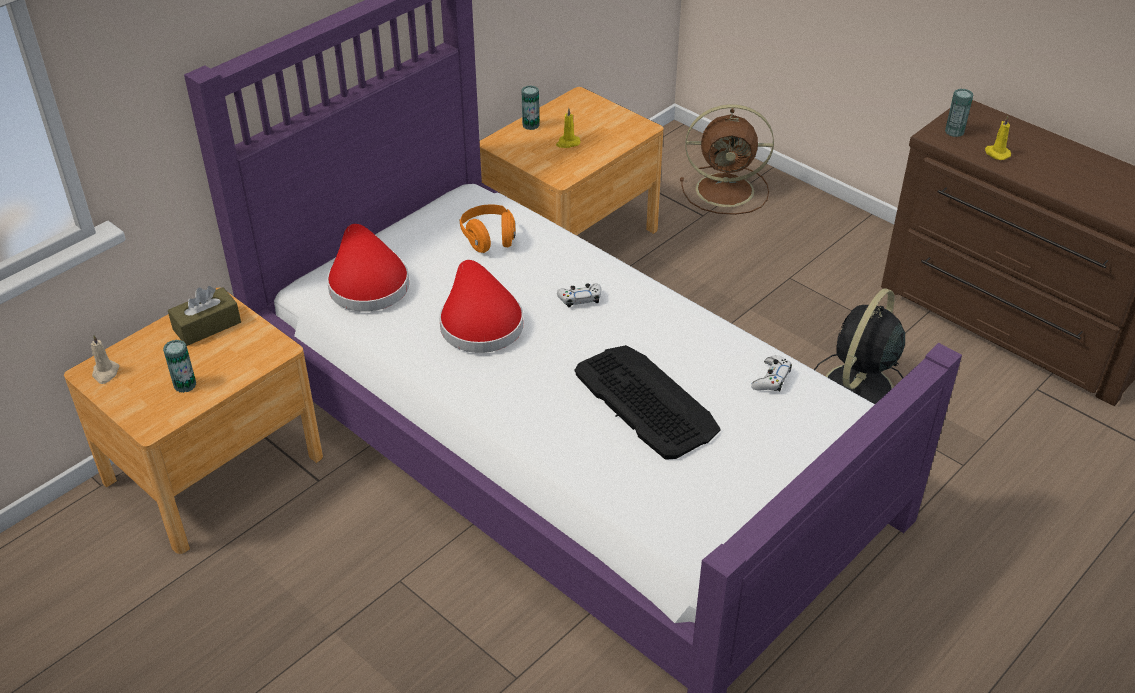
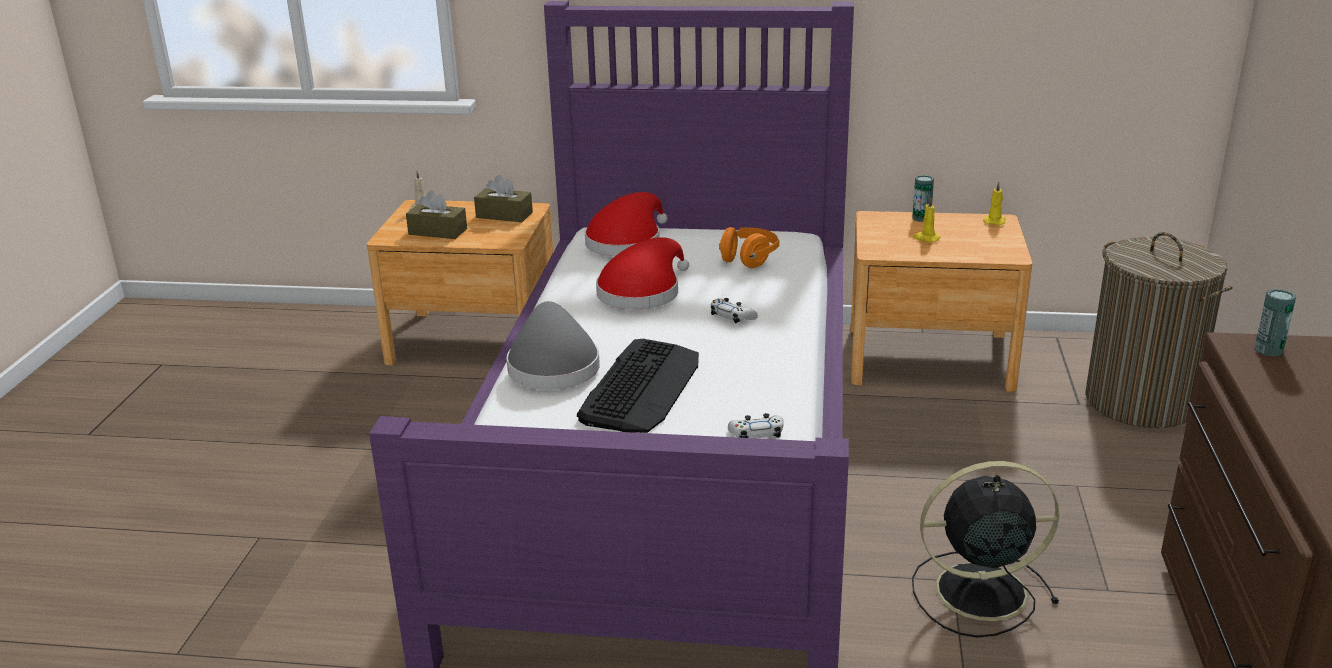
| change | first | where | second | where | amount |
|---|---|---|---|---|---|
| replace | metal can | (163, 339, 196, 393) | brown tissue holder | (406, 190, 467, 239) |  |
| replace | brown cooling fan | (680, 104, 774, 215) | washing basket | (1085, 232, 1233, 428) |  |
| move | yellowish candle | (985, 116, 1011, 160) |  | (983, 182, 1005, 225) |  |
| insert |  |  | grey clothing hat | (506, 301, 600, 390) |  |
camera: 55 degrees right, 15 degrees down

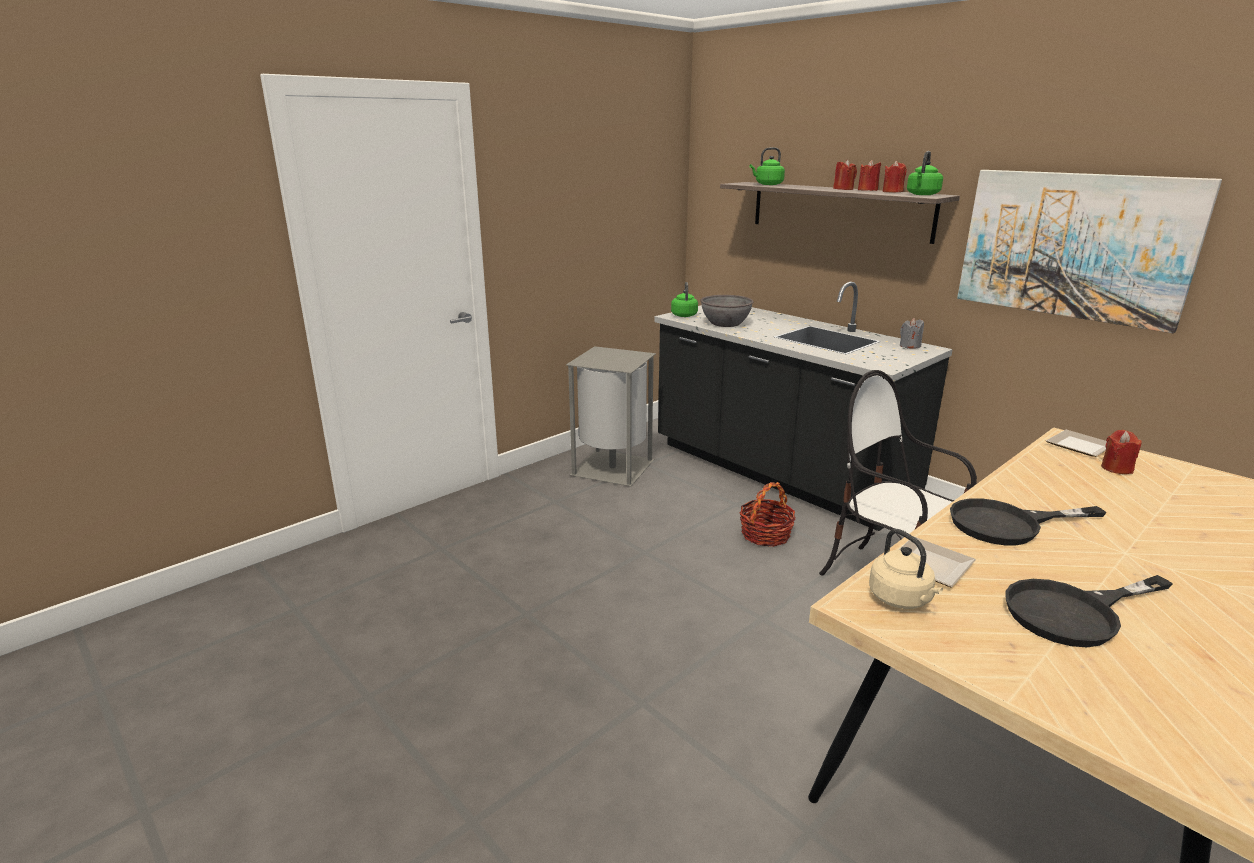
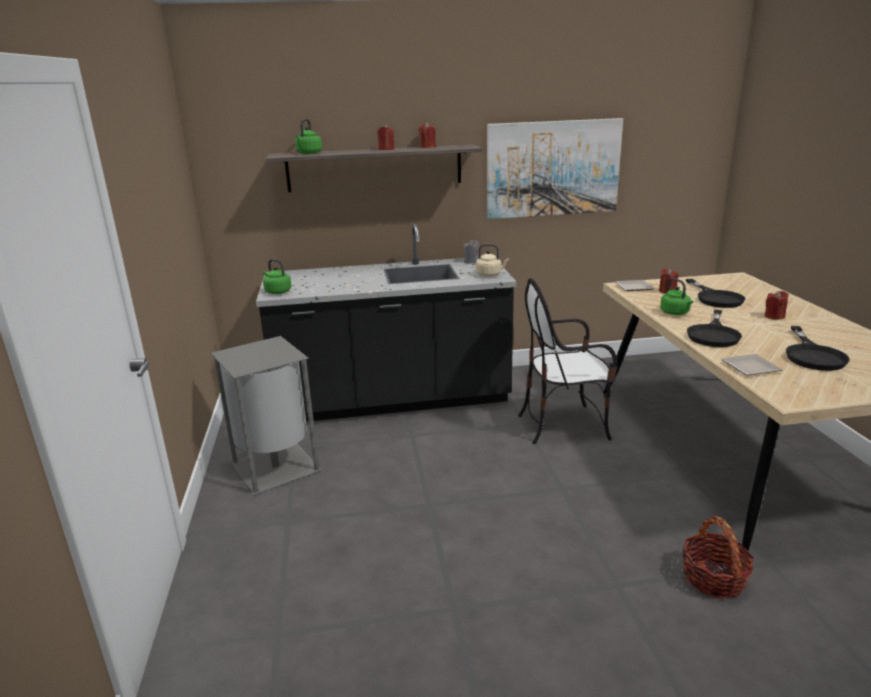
| change | first | where | second | where | amount |
|---|---|---|---|---|---|
| delete | grey deep dish | (701, 295, 753, 327) |  |  |  |
| move | basket | (740, 482, 795, 547) |  | (682, 516, 754, 599) |  |
| move | red candle | (858, 160, 881, 191) |  | (765, 290, 788, 320) |  |
| move | sand-coloured kettle | (869, 529, 943, 609) |  | (476, 244, 509, 277) |  |
| move | green kettle | (907, 151, 943, 195) |  | (660, 278, 693, 315) |  |
| insert |  |  | black-coloured skillet | (686, 279, 745, 308) |  |
camera: 55 degrees left, 0 degrees up

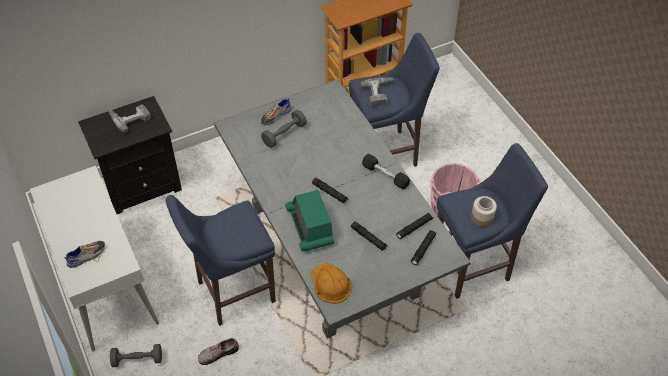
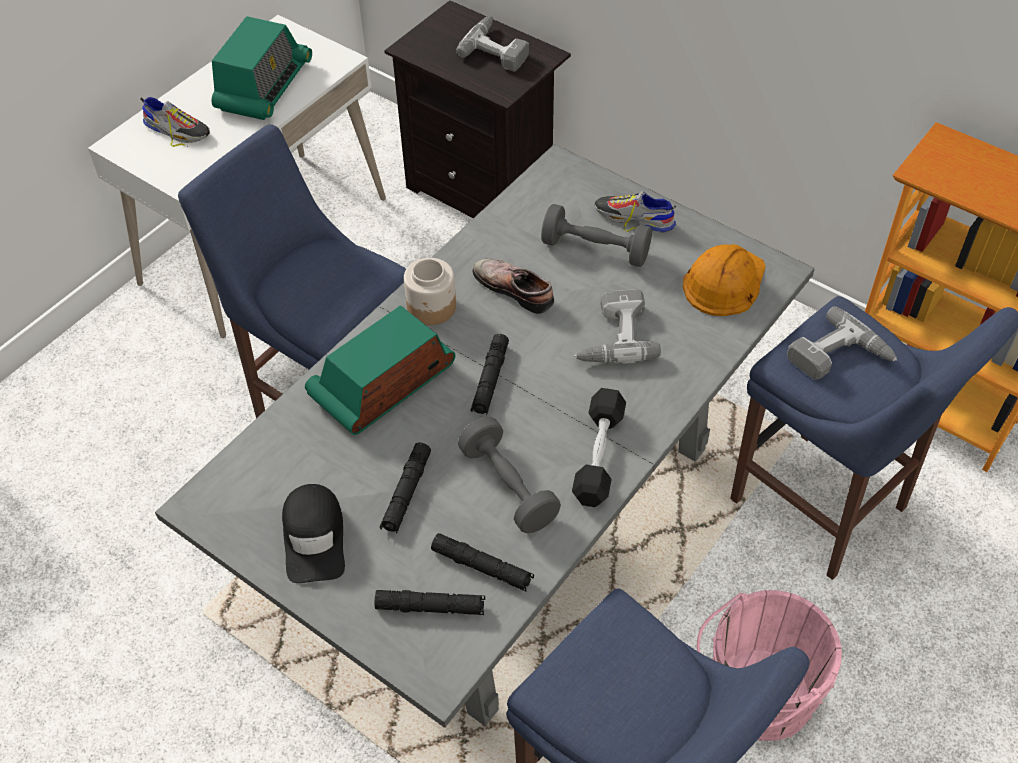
| change | first | where | second | where | amount |
|---|---|---|---|---|---|
| move | grey free weight | (110, 344, 162, 367) |  | (458, 417, 561, 533) |  |
| move | low shoe | (198, 338, 239, 365) |  | (473, 258, 554, 314) |  |
| move | orangey work helmet | (310, 263, 352, 304) |  | (683, 244, 766, 316) |  |
| move | preserve jar | (471, 196, 497, 227) |  | (404, 258, 456, 325) |  |
| insert |  |  | radio | (212, 16, 312, 120) |  |
| insert |  |  | black-coloured baseball cap | (282, 484, 345, 583) |  |
| insert |  |  | power drill | (574, 289, 661, 364) |  |
camera: 65 degrees right, 0 degrees up

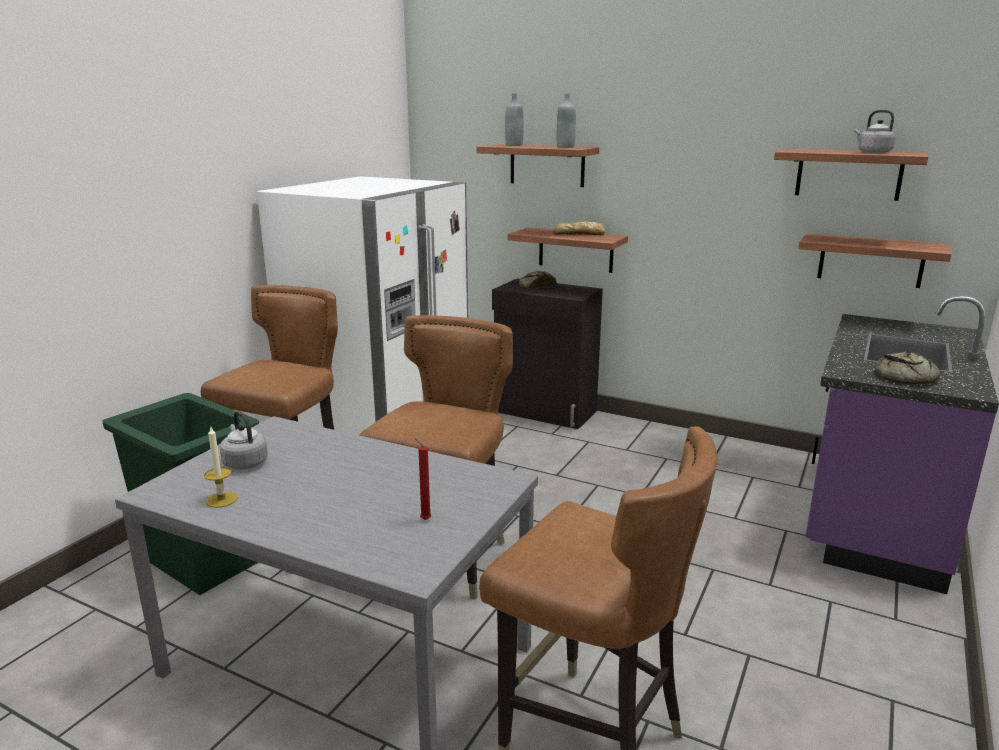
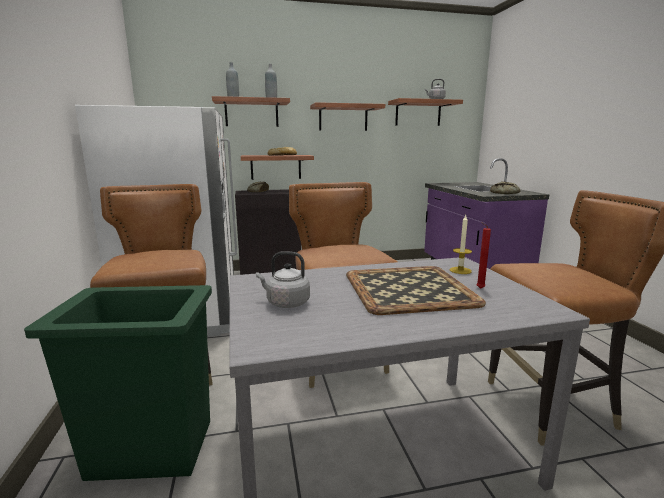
| change | first | where | second | where | amount |
|---|---|---|---|---|---|
| move | candle | (204, 427, 238, 508) |  | (450, 215, 472, 274) |  |
| move | shelf | (798, 233, 951, 288) |  | (310, 102, 385, 131) |  |
| insert |  |  | carrying tray | (346, 266, 486, 315) |  |
camera: 40 degrees left, 5 degrees down

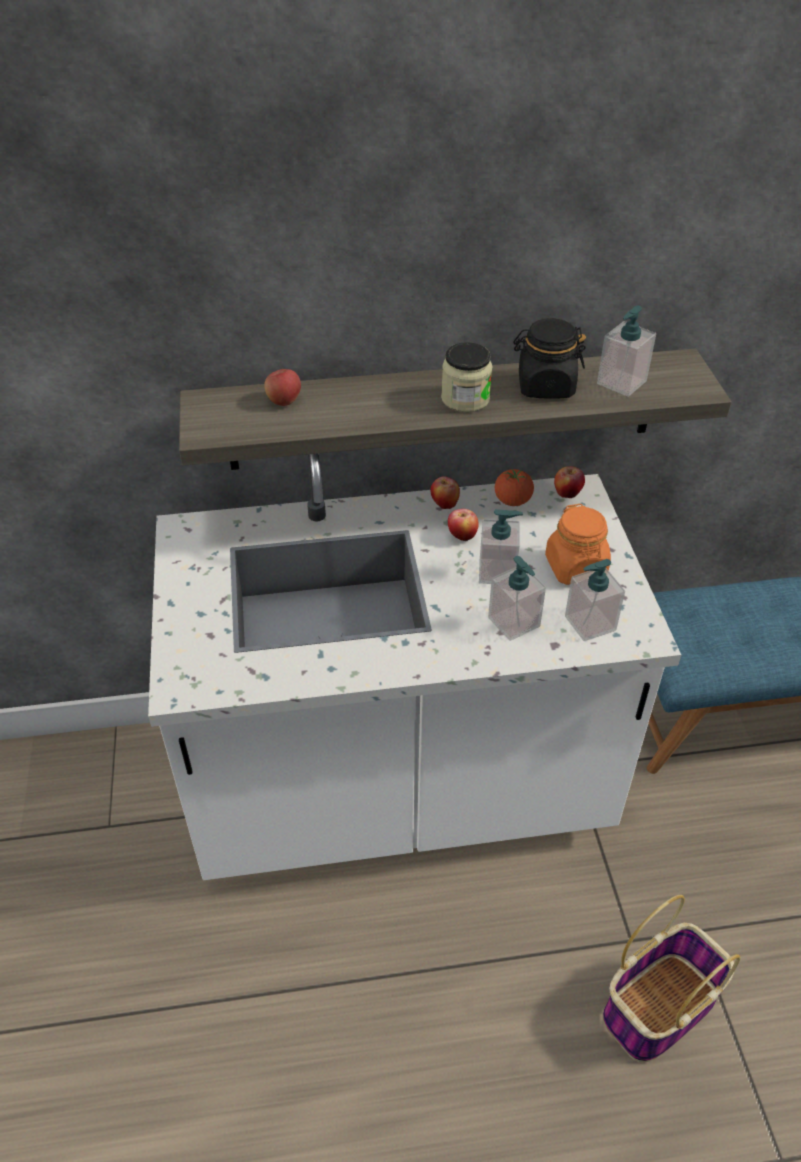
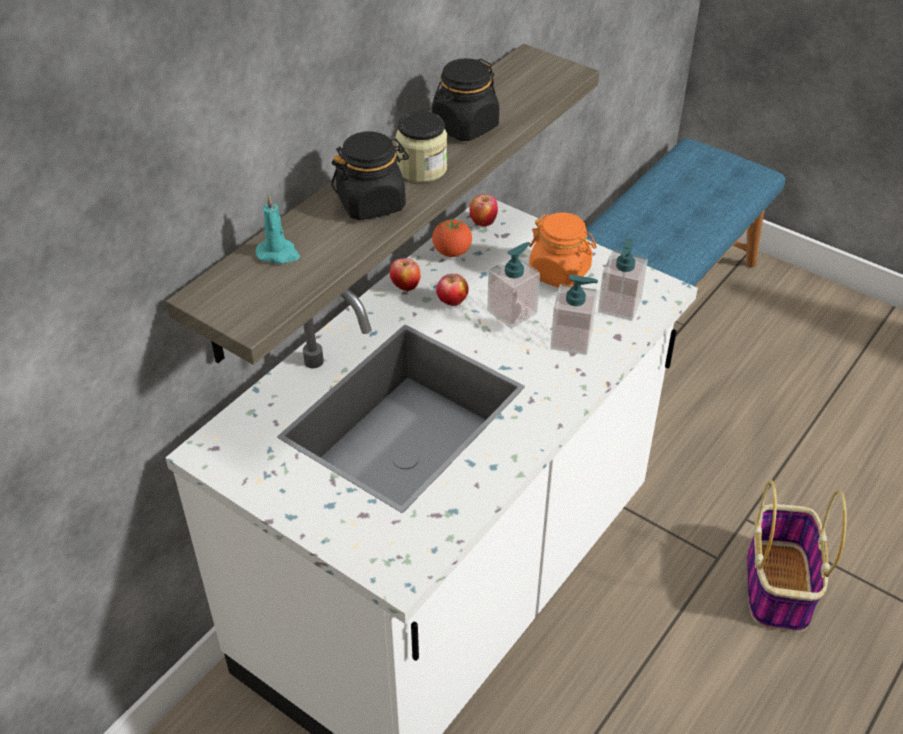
| change | first | where | second | where | amount |
|---|---|---|---|---|---|
| replace | whole apple | (264, 369, 301, 406) | turquoise-coloured candle | (256, 195, 300, 264) |  |
| delete | soap dispenser | (597, 306, 656, 397) |  |  |  |
| insert |  |  | black-coloured preserve jar | (331, 131, 409, 220) |  |
camera: 45 degrees left, 0 degrees up

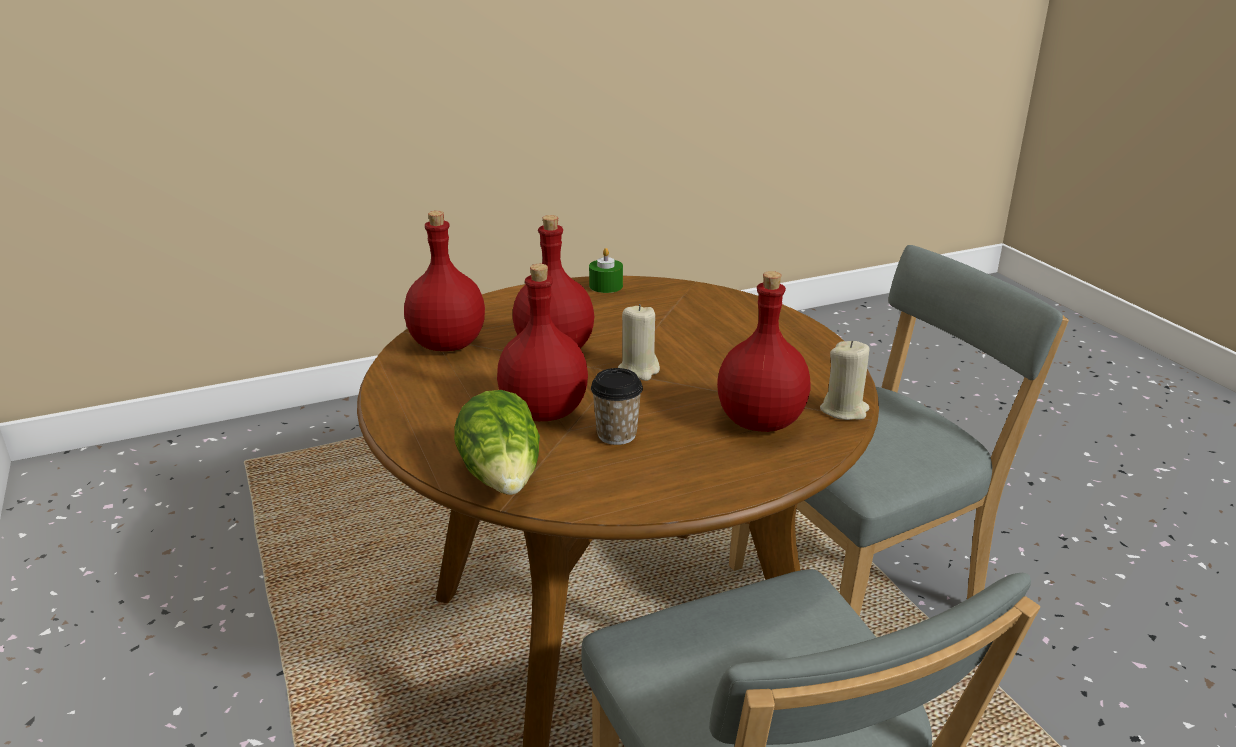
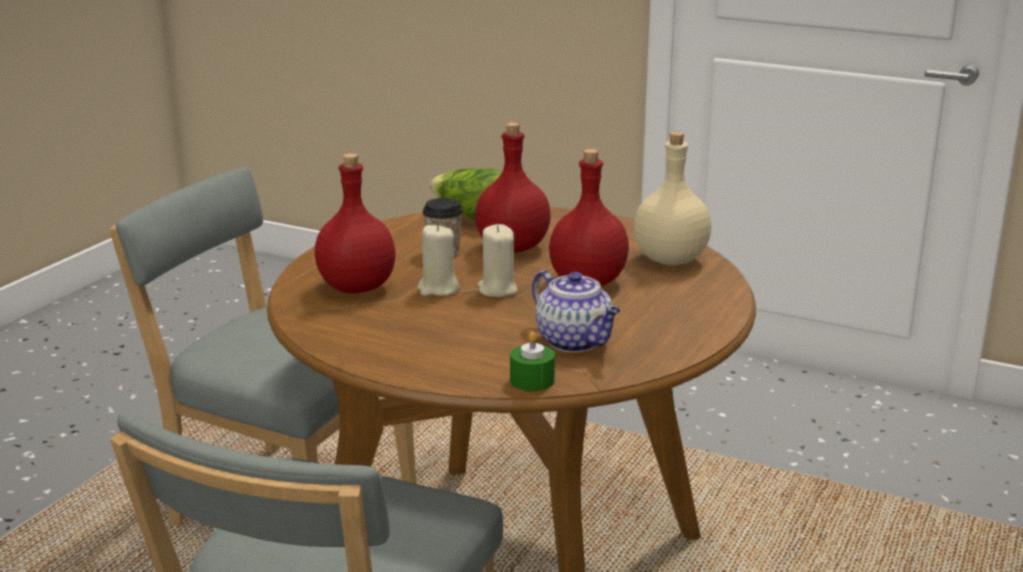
| change | first | where | second | where | amount |
|---|---|---|---|---|---|
| recolor | red bottle | (404, 211, 485, 351) | sand-coloured bottle | (633, 132, 711, 265) |  |
| move | green candle | (589, 248, 623, 293) |  | (510, 332, 555, 391) |  |
| move | sand-coloured candle | (820, 341, 870, 420) |  | (417, 224, 460, 296) |  |
| insert |  |  | teapot | (532, 270, 621, 352) |  |
camera: 140 degrees right, 5 degrees down

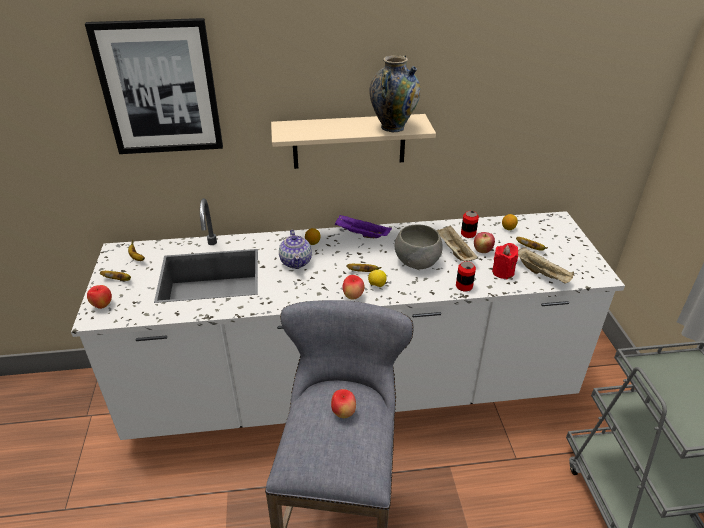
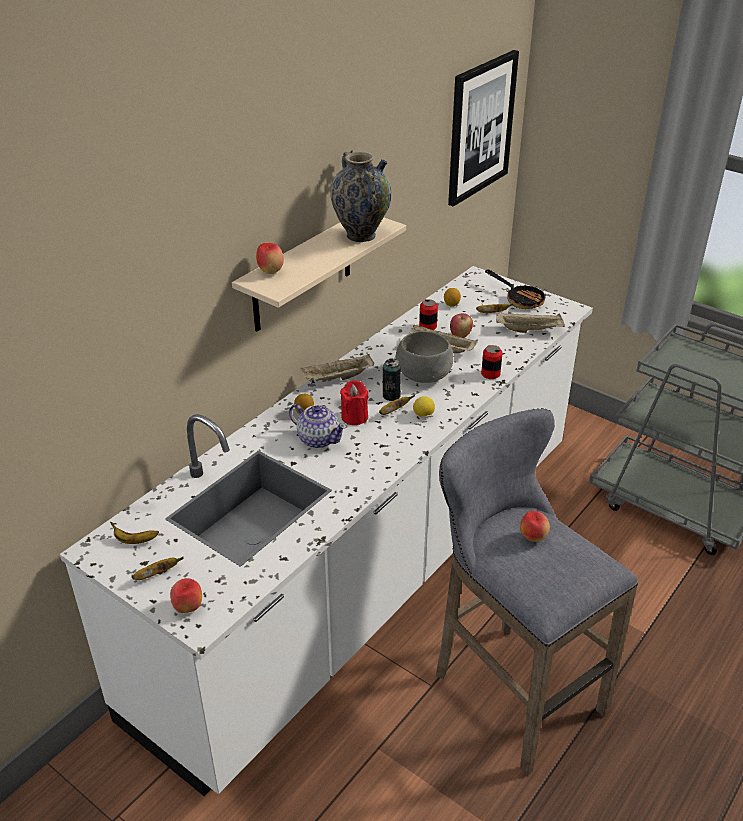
| change | first | where | second | where | amount |
|---|---|---|---|---|---|
| move | wall picture | (85, 18, 223, 154) |  | (448, 50, 519, 207) |  |
| recolor | purplish carrying tray | (335, 215, 392, 238) | sand-coloured carrying tray | (300, 354, 374, 381) |  |
| move | whole apple | (342, 275, 364, 300) |  | (256, 242, 284, 274) |  |
| move | red candle | (492, 243, 518, 279) |  | (340, 380, 368, 425) |  |
| insert |  |  | metal can | (383, 358, 401, 401) |  |
| insert |  |  | skillet | (485, 270, 546, 309) |  |
camera: 45 degrees left, 0 degrees up

